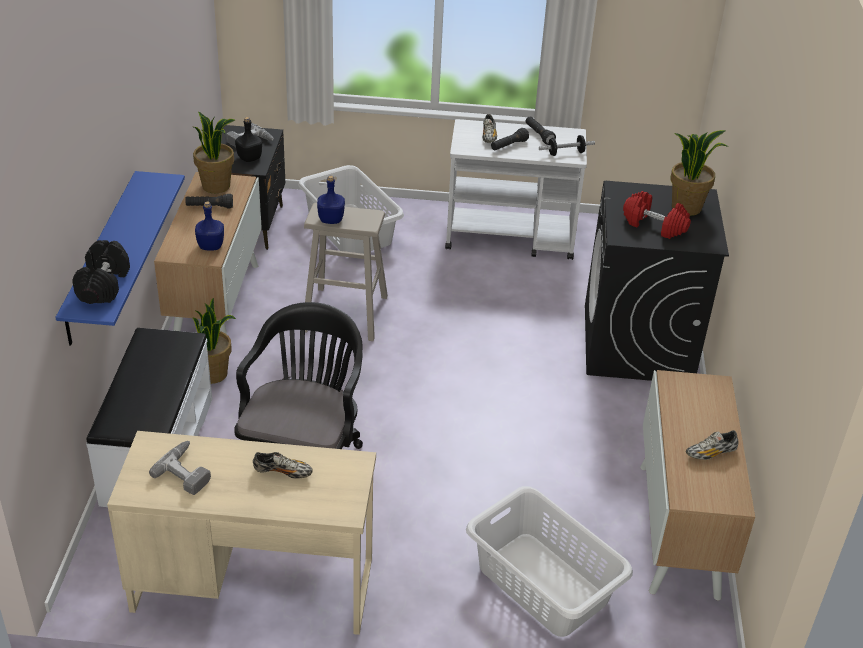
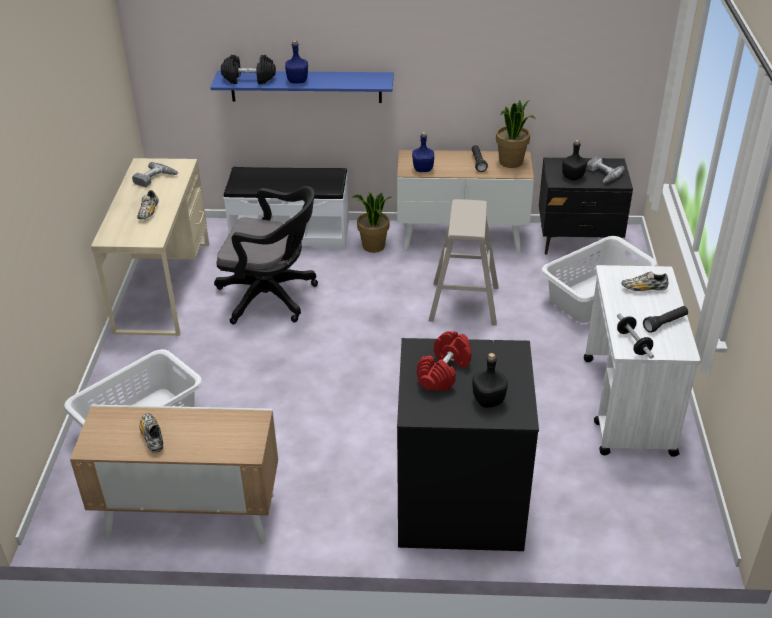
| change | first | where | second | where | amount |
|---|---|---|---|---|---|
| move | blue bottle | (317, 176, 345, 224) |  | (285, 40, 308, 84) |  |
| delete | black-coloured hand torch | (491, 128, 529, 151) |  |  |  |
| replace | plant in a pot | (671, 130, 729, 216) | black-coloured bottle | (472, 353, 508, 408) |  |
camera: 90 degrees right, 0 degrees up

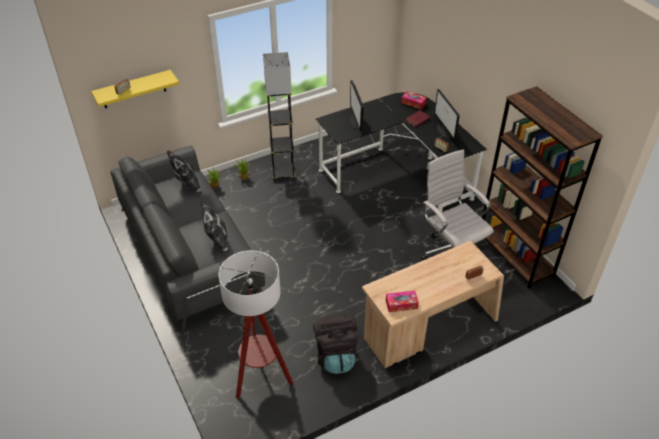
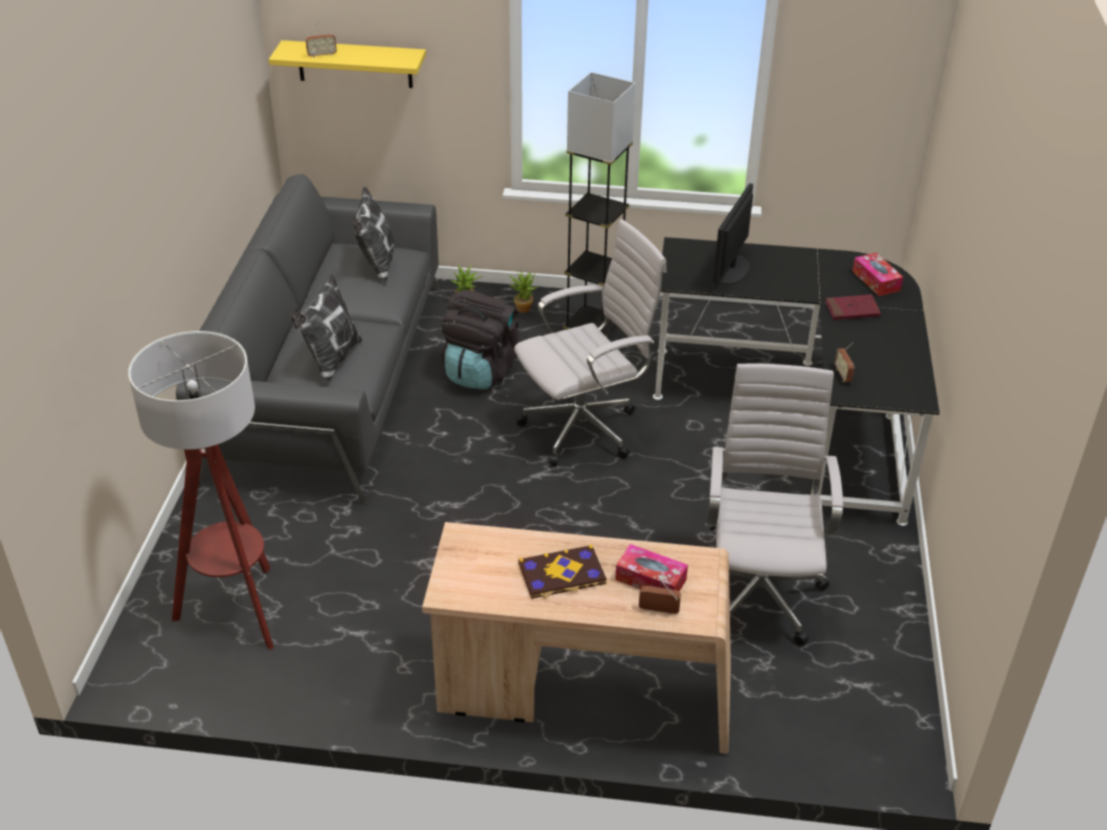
| change | first | where | second | where | amount |
|---|---|---|---|---|---|
| move | black-coloured rucksack | (313, 314, 358, 374) |  | (441, 290, 519, 390) |  |
| move | tissue holder | (386, 291, 419, 312) |  | (615, 544, 688, 591) |  |
| delete | computer display | (434, 89, 460, 140) |  |  |  |
| delete | brown bookshelf | (482, 86, 603, 289) |  |  |  |
| insert |  |  | white-coloured desk chair | (514, 219, 667, 466) |  |
| insert |  |  | book | (518, 545, 607, 599) |  |
camera: 35 degrees right, 5 degrees down

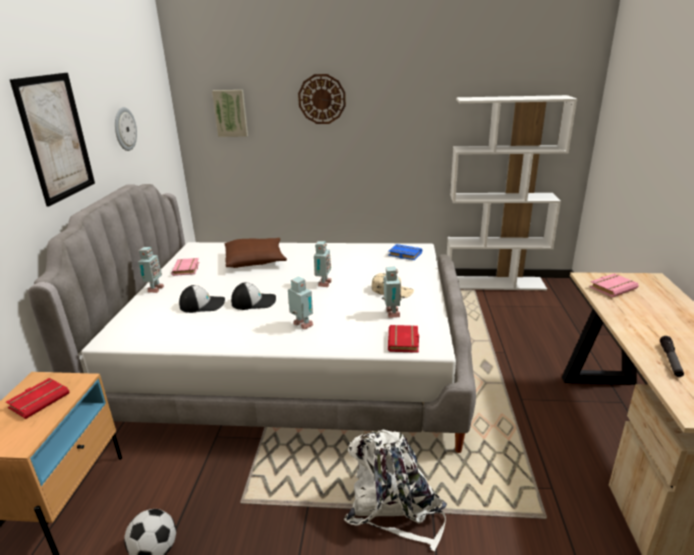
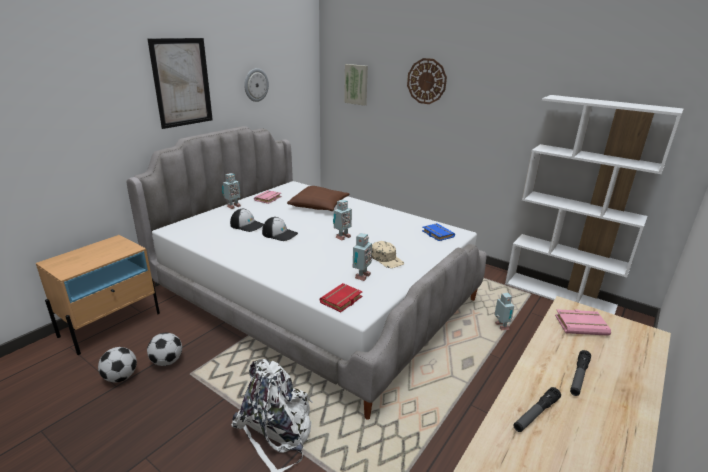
| change | first | where | second | where | amount |
|---|---|---|---|---|---|
| delete | red book | (6, 378, 69, 419) |  |  |  |
| move | toy robot | (288, 276, 313, 329) |  | (494, 293, 514, 330) |  |
| insert |  |  | football ball | (147, 333, 182, 366) |  |
| insert |  |  | hand torch | (570, 350, 591, 396) |  |
camera: 30 degrees right, 0 degrees up

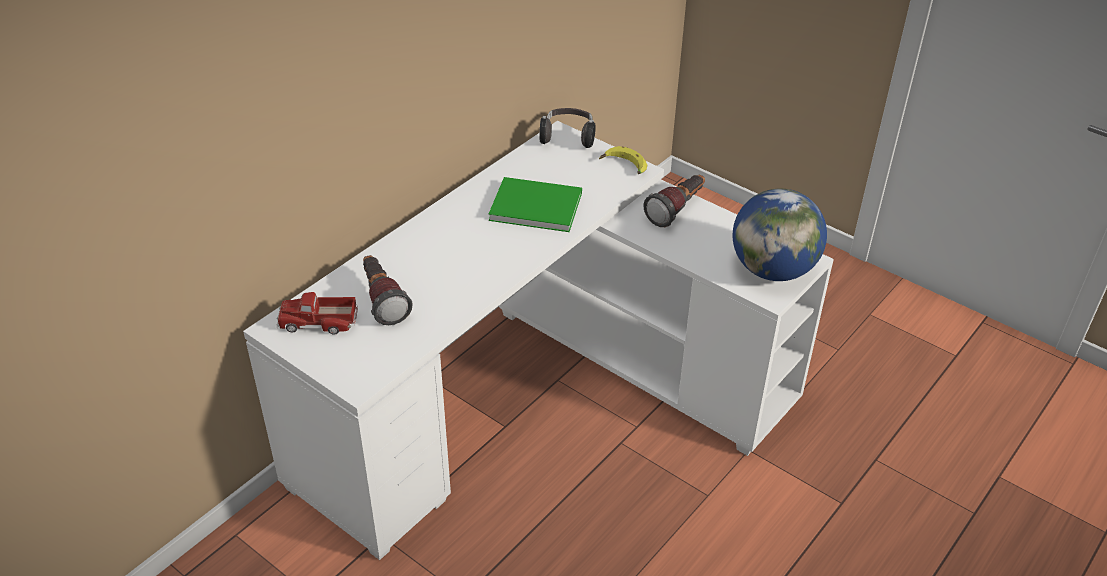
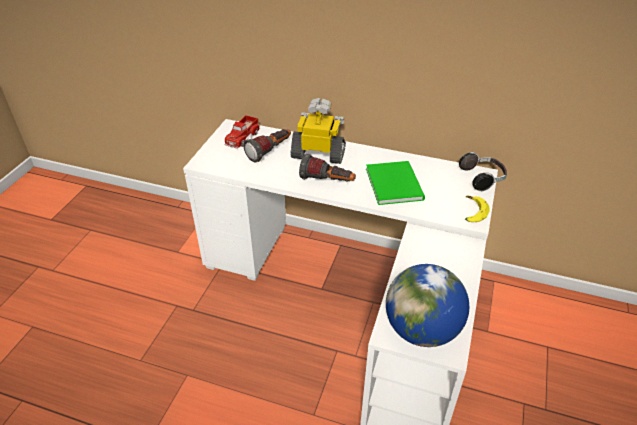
| change | first | where | second | where | amount |
|---|---|---|---|---|---|
| rotate | toy truck | (276, 292, 358, 335) |  | (225, 115, 260, 149) | 135 degrees counterclockwise |
| move | hand torch | (643, 175, 705, 227) |  | (299, 154, 356, 182) |  |
| insert |  |  | toy robot | (291, 98, 346, 164) |  |
camera: 70 degrees right, 0 degrees up

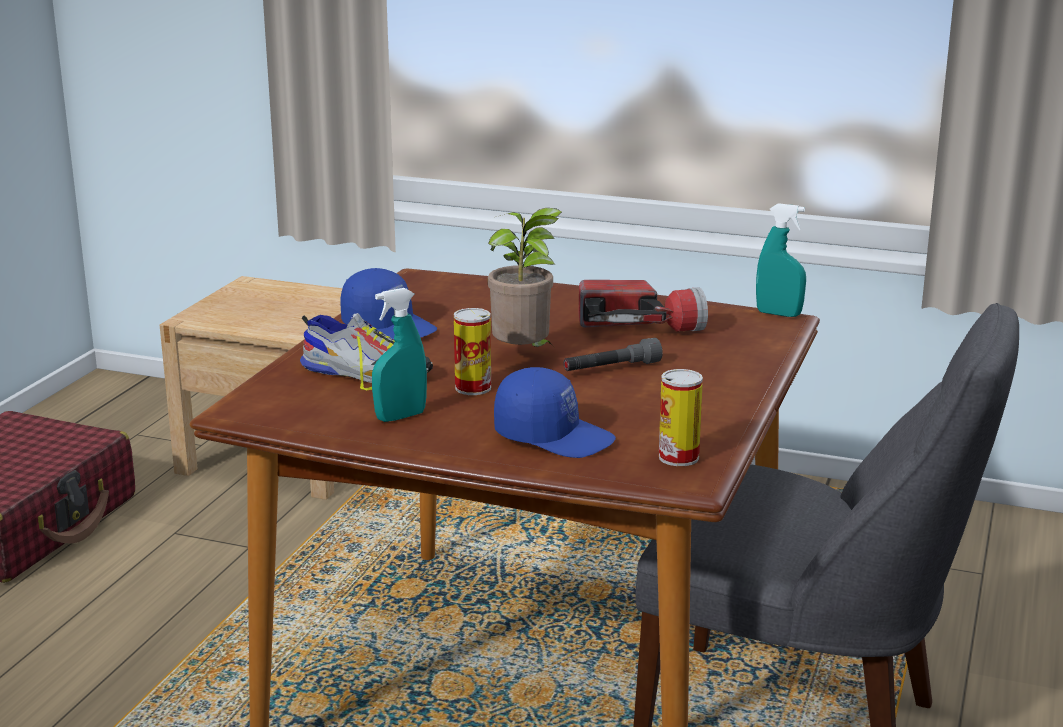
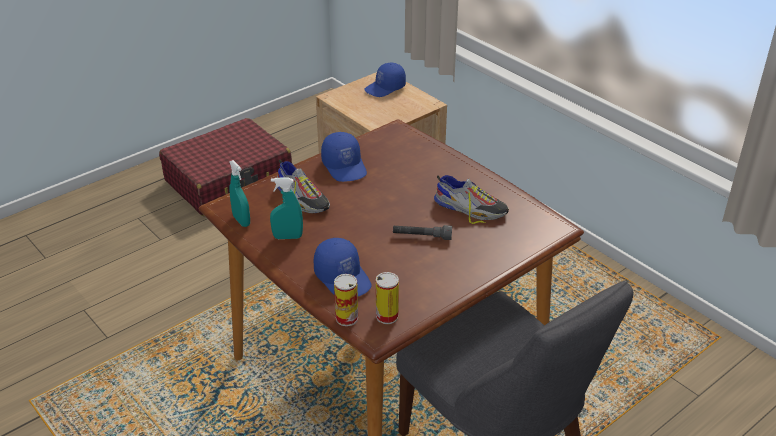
| change | first | where | second | where | amount |
|---|---|---|---|---|---|
| move | metal can | (454, 308, 491, 395) |  | (334, 274, 358, 326) |  |
| delete | plant in a pot | (488, 208, 562, 347) |  |  |  |
| replace | hand torch | (579, 280, 708, 332) | low shoe | (434, 175, 509, 224) |  |
| move | turquoise-coloured sprayer | (756, 203, 806, 317) |  | (229, 160, 250, 227) |  |
| insert |  |  | blue baseball cap | (364, 63, 406, 97) |  |
camera: 30 degrees right, 15 degrees up

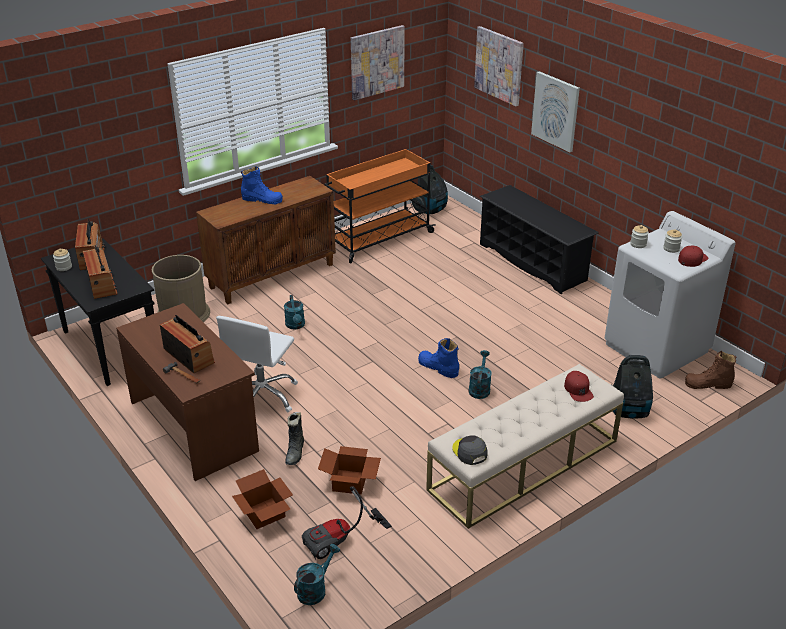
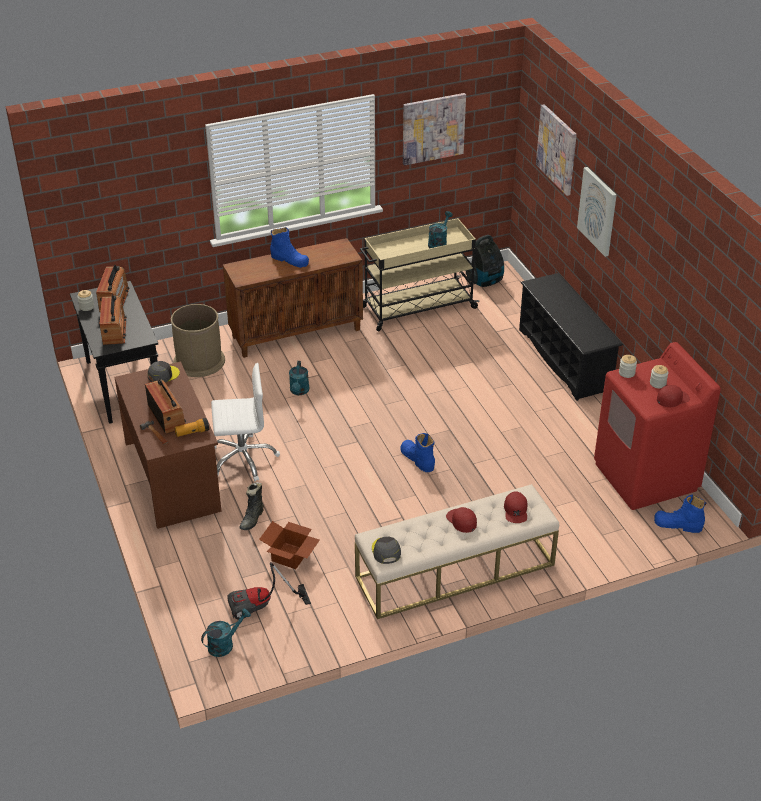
| change | first | where | second | where | amount |
|---|---|---|---|---|---|
| rotate | white-coloured desk chair | (216, 316, 298, 412) |  | (211, 363, 280, 481) | 135 degrees counterclockwise |
| delete | cardboard box | (232, 469, 293, 529) |  |  |  |
| recolor | orangey cart | (324, 149, 436, 263) | sand-coloured cart | (360, 218, 480, 331) |  |
| move | turquoise-coloured watering can | (468, 350, 492, 399) |  | (428, 211, 453, 248) |  |
| recolor | white-coloured laundry appliance | (605, 211, 736, 379) | red laundry appliance | (594, 342, 721, 510) |  |
| delete | hoover | (611, 355, 653, 418) |  |  |  |
| recolor | brown tall boot | (685, 351, 737, 389) | blue tall boot | (654, 495, 707, 533) |  |
| insert |  |  | grey baseball cap | (148, 361, 180, 383) |  |
| insert |  |  | hand torch | (174, 418, 209, 437) |  |
| insert |  |  | red baseball cap | (446, 507, 477, 533) |  |
camera: 15 degrees right, 5 degrees up

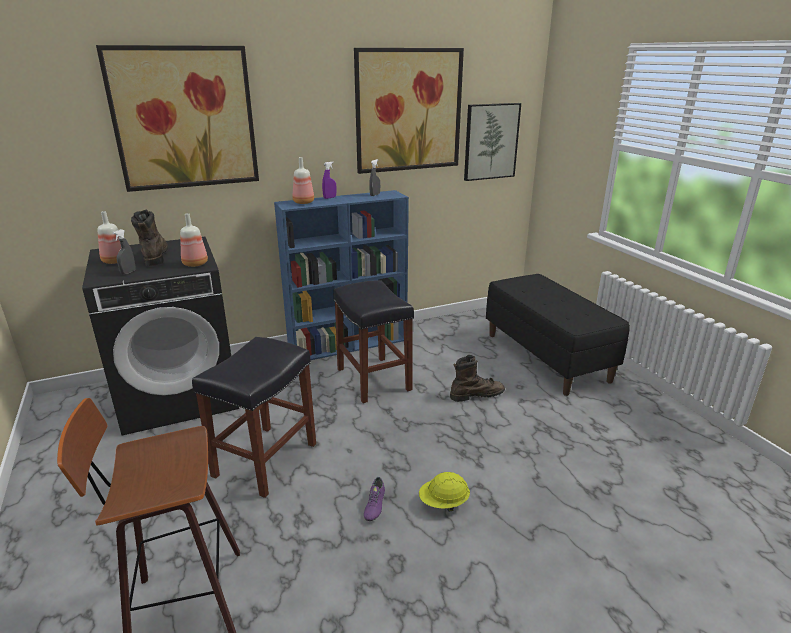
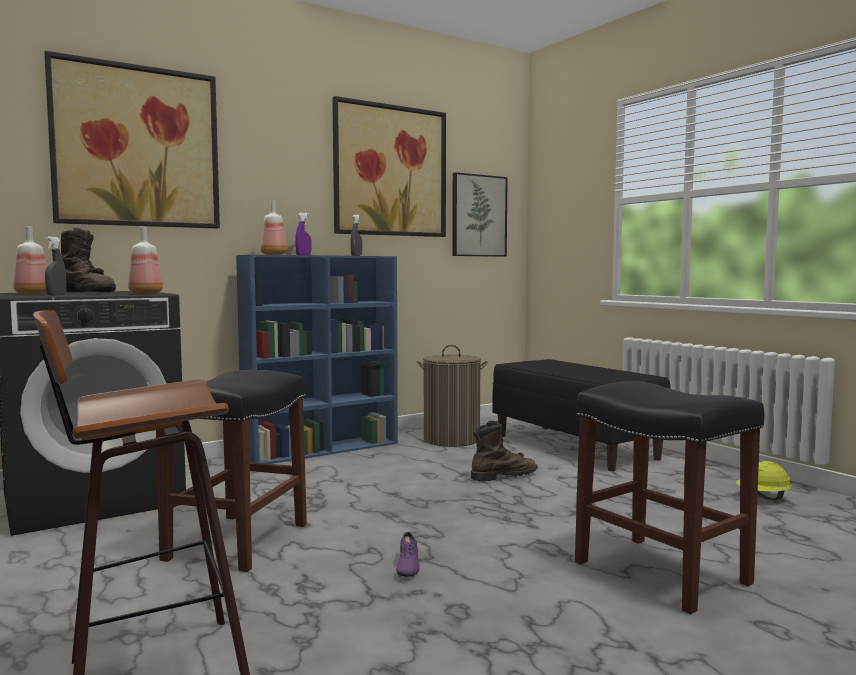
| change | first | where | second | where | amount |
|---|---|---|---|---|---|
| rotate | brown tall boot | (131, 210, 168, 266) |  | (61, 228, 116, 292) | 150 degrees clockwise |
| move | black-coloured sitting stool | (333, 281, 414, 403) |  | (575, 381, 765, 614) |  |
| move | yellowish work helmet | (419, 472, 470, 512) |  | (736, 461, 792, 500) |  |
| insert |  |  | washing basket | (417, 345, 488, 447) |  |
camera: 10 degrees left, 20 degrees down

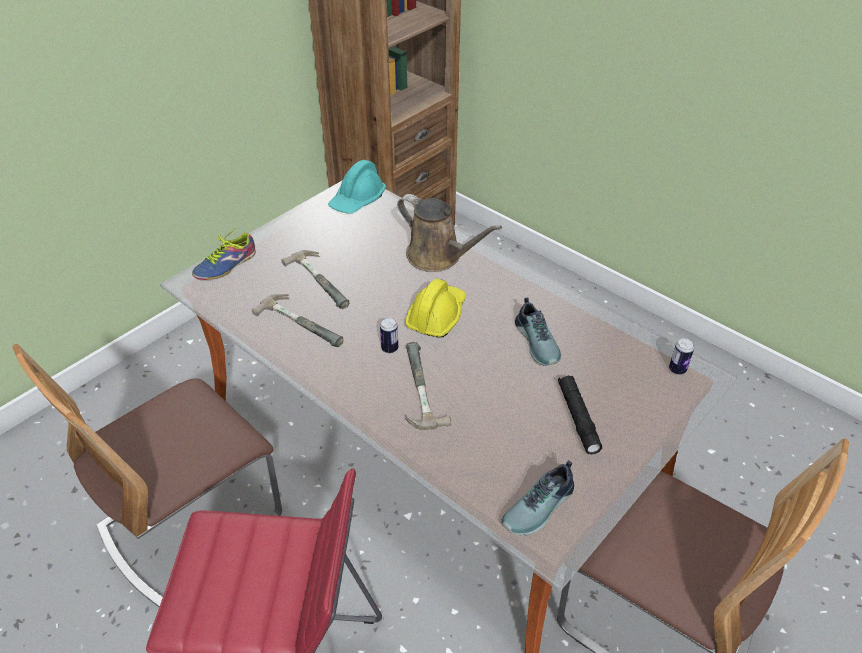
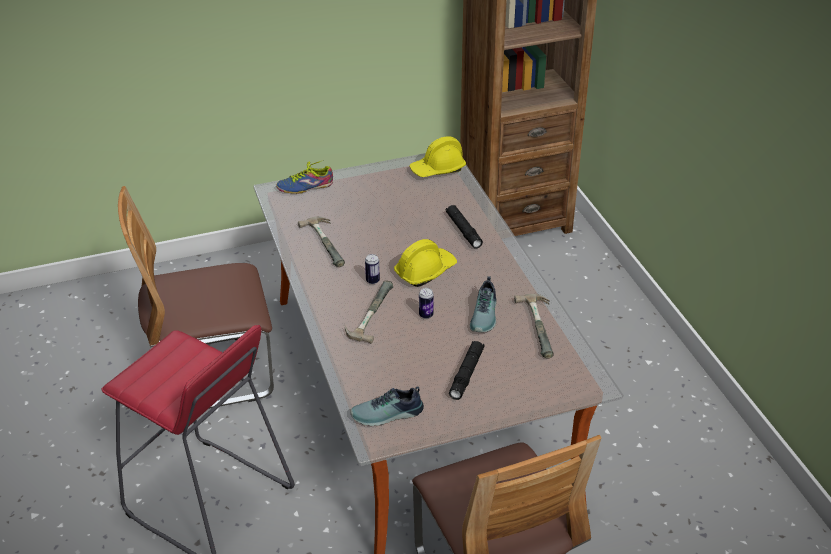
| change | first | where | second | where | amount |
|---|---|---|---|---|---|
| move | hand hammer | (281, 250, 349, 309) |  | (514, 294, 554, 358) |  |
| recolor | turquoise-coloured work helmet | (328, 160, 386, 214) | yellowish work helmet | (409, 136, 466, 177) |  |
| replace | brown watering can | (397, 194, 502, 272) | black-coloured hand torch | (446, 205, 483, 249) |  |
| move | metal can | (669, 338, 694, 375) |  | (419, 288, 434, 319) |  |
camera: 30 degrees right, 5 degrees down

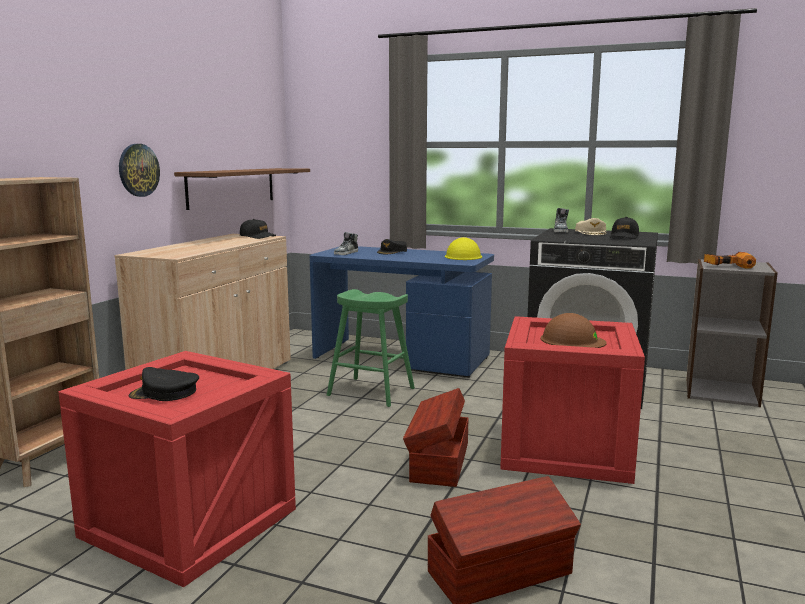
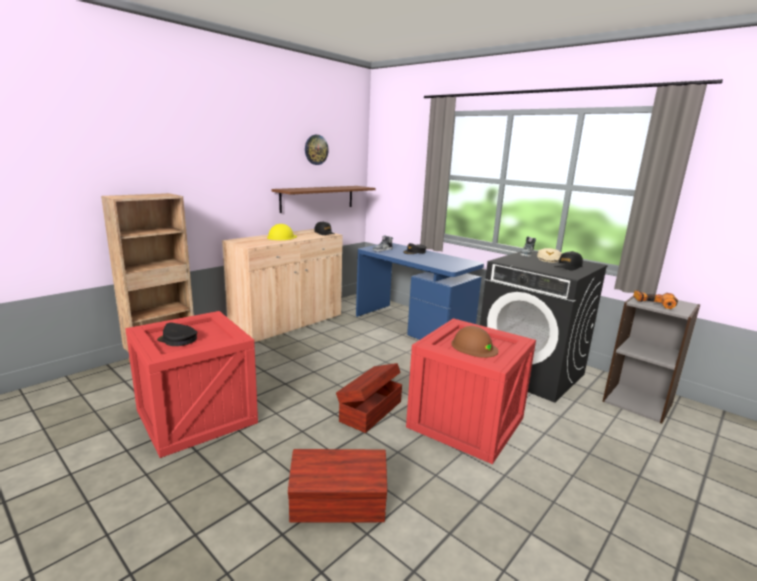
| change | first | where | second | where | amount |
|---|---|---|---|---|---|
| move | clock on the wall | (119, 144, 160, 197) |  | (305, 135, 329, 165) |  |
| delete | green sitting stool | (327, 289, 415, 407) |  |  |  |
| move | yellowish work helmet | (445, 237, 482, 260) |  | (267, 224, 297, 240) |  |
camera: 20 degrees right, 5 degrees up

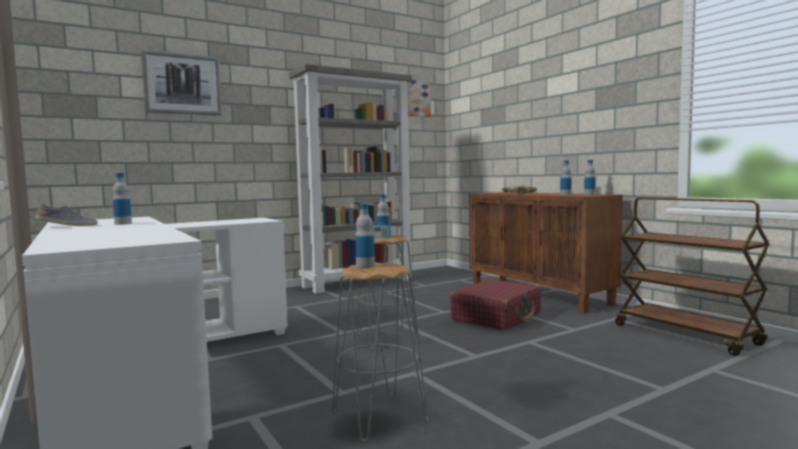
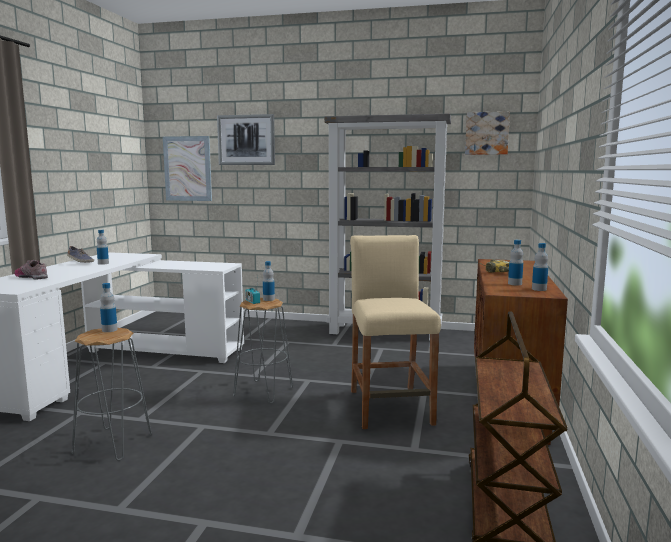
| change | first | where | second | where | amount |
|---|---|---|---|---|---|
| replace | red travel case | (450, 279, 541, 330) | sand-coloured sitting stool | (350, 235, 441, 429) |  |
| insert |  |  | low shoe | (14, 260, 48, 280) |  |
| insert |  |  | wall picture | (163, 136, 212, 201) |  |
camera: 45 degrees right, 5 degrees up

